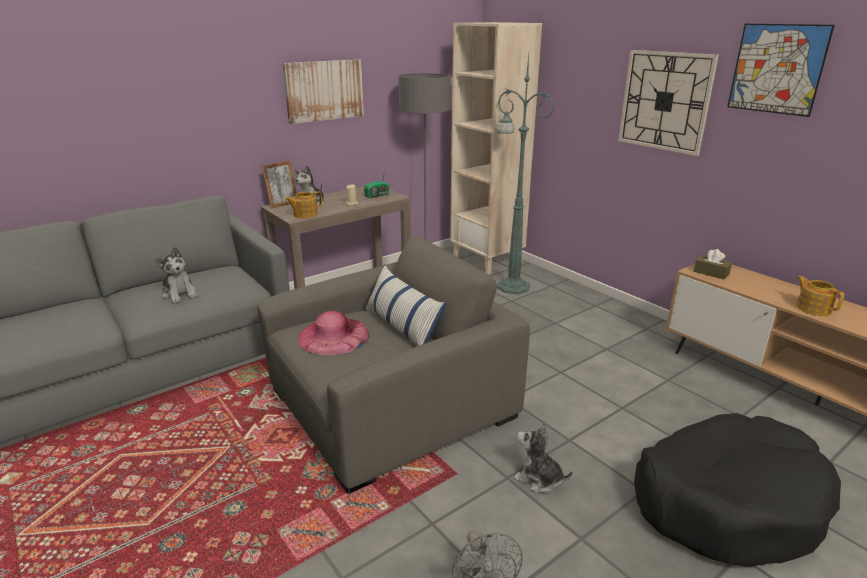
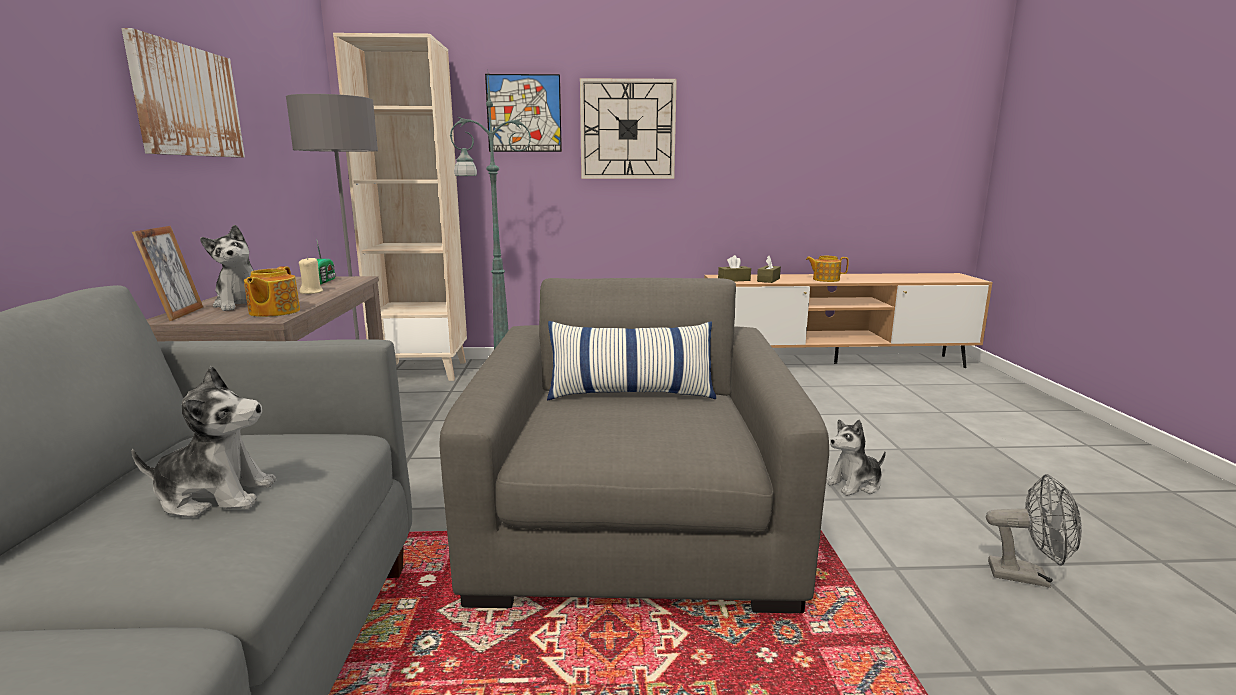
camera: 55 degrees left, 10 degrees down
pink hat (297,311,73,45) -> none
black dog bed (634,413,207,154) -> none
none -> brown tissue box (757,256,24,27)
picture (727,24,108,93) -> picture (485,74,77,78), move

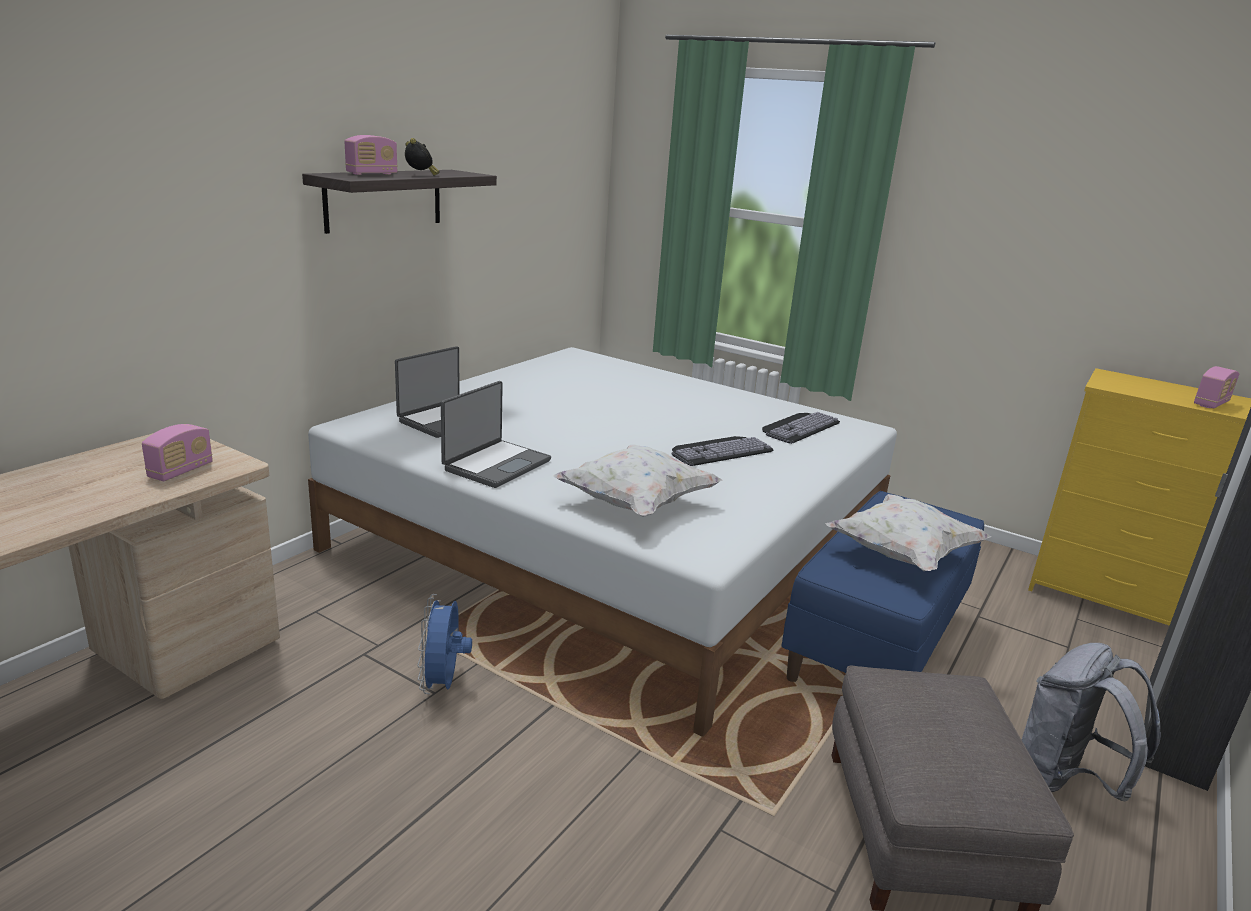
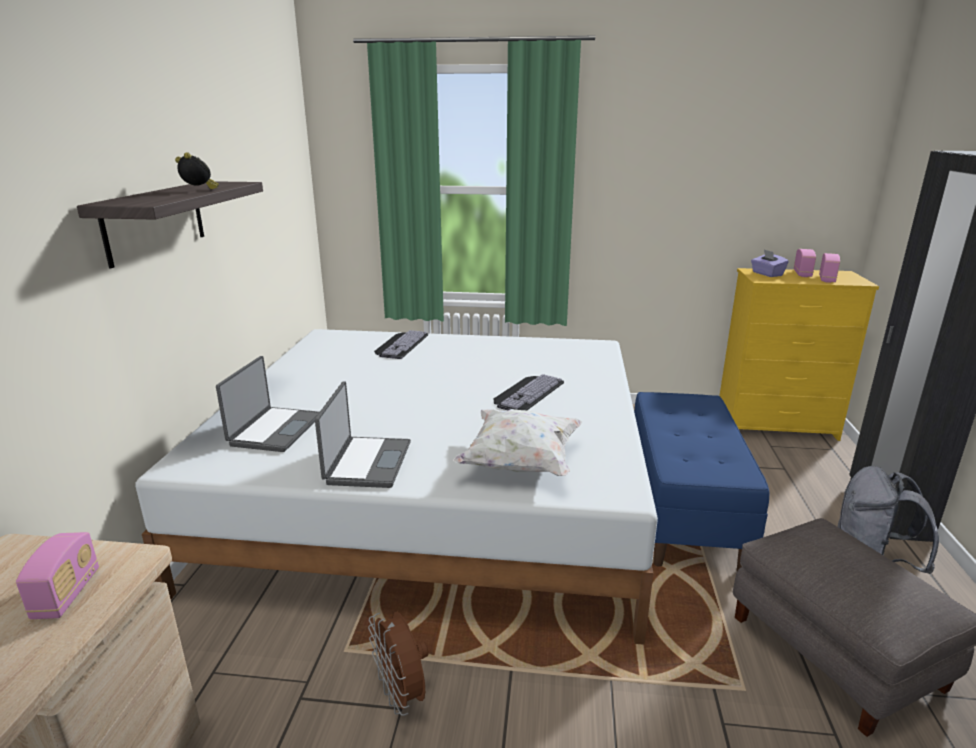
camera: 25 degrees left, 0 degrees up
white pillow (825,494,166,77) -> none
none -> purple tissue box (751,249,38,28)
radio (344,135,54,40) -> radio (794,249,22,28), move
keyboard (762,412,78,32) -> keyboard (374,330,54,29), move
blue fan (417,594,55,100) -> brown fan (368,611,61,105)

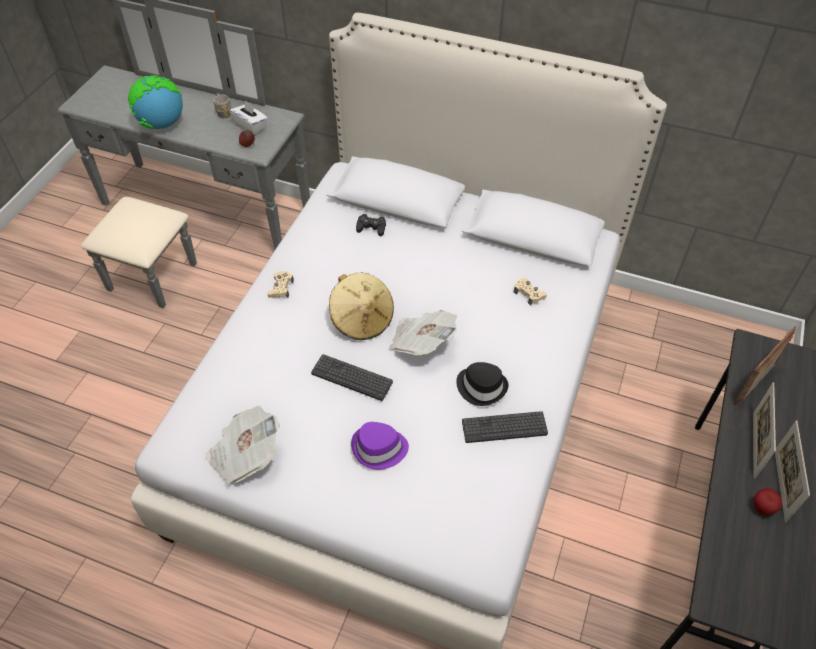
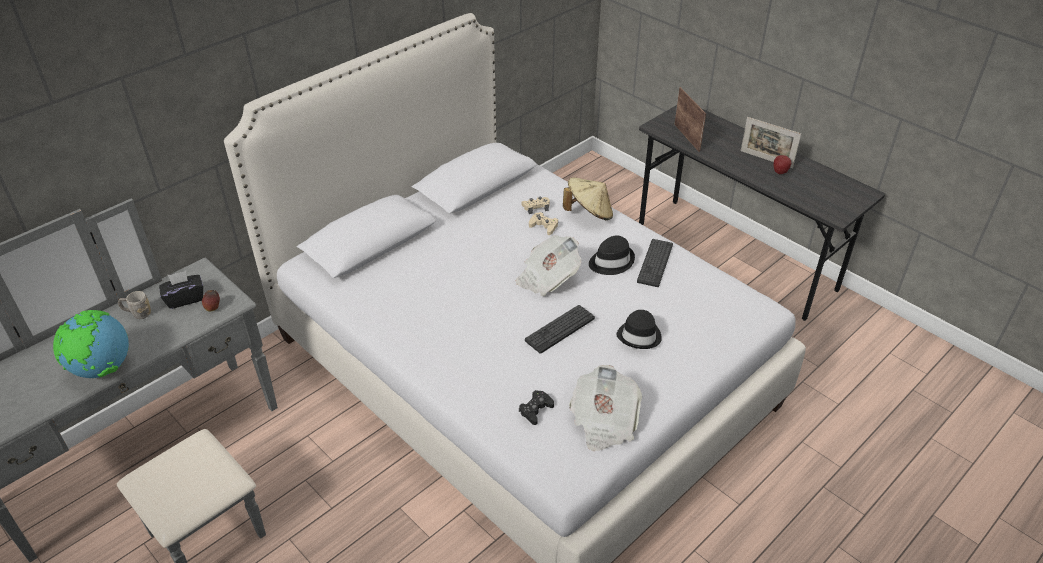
camera: 65 degrees left, 10 degrees down
picture frame (753,383,23,96) -> none
beige game controller (267,271,27,27) -> beige game controller (529,212,29,23), move
beige hat (329,273,65,67) -> beige hat (563,177,50,43), move
black game controller (356,214,30,23) -> black game controller (519,390,35,35), move
white tissue box (229,101,39,34) -> black tissue box (159,271,44,38)
purple hat (351,422,58,48) -> black hat (616,310,46,39)

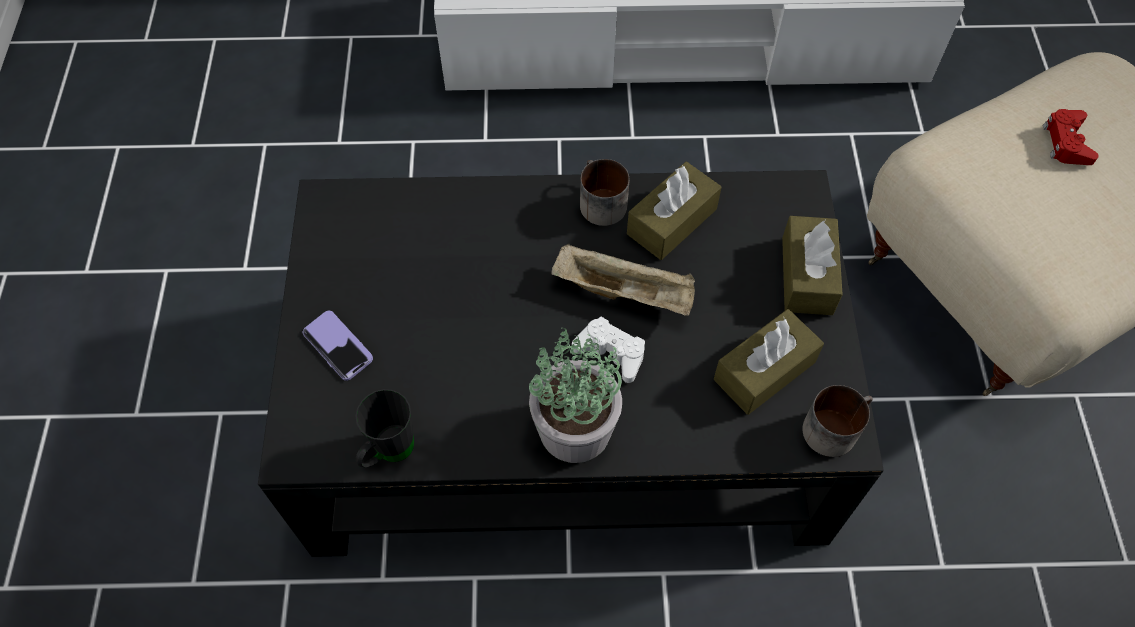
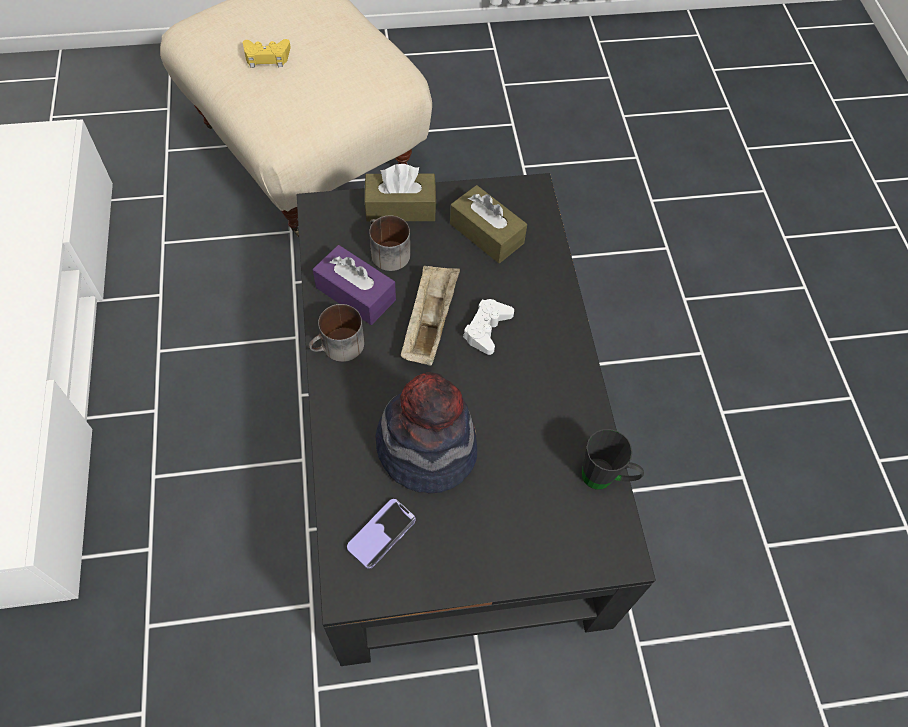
camera: 100 degrees left, 0 degrees up
potted plant (529,328,93,135) -> none
none -> hat (376,372,101,122)
phone (303,311,70,70) -> phone (347,499,69,70), move
mug (802,385,71,72) -> mug (369,216,41,55), move
brown tissue box (627,162,95,98) -> purple tissue box (313,245,83,80)
red game controller (1043,109,56,56) -> yellow game controller (243,39,48,29)

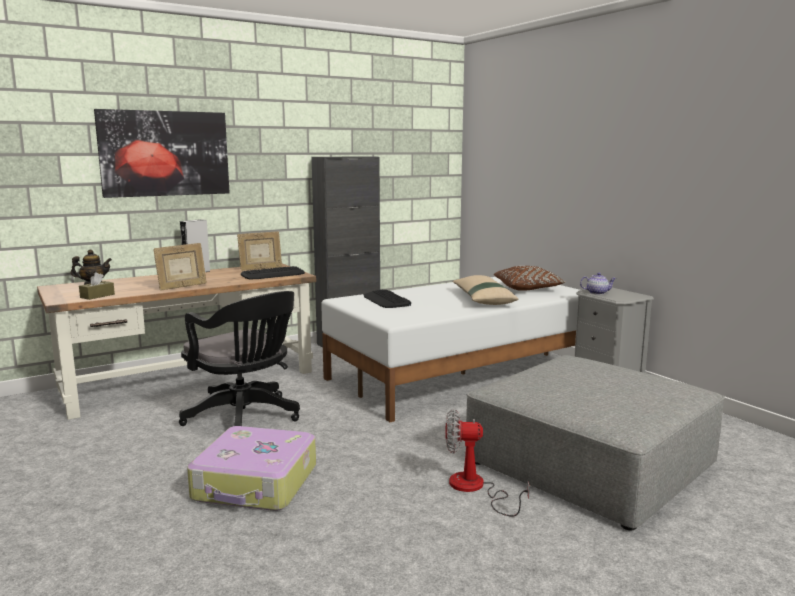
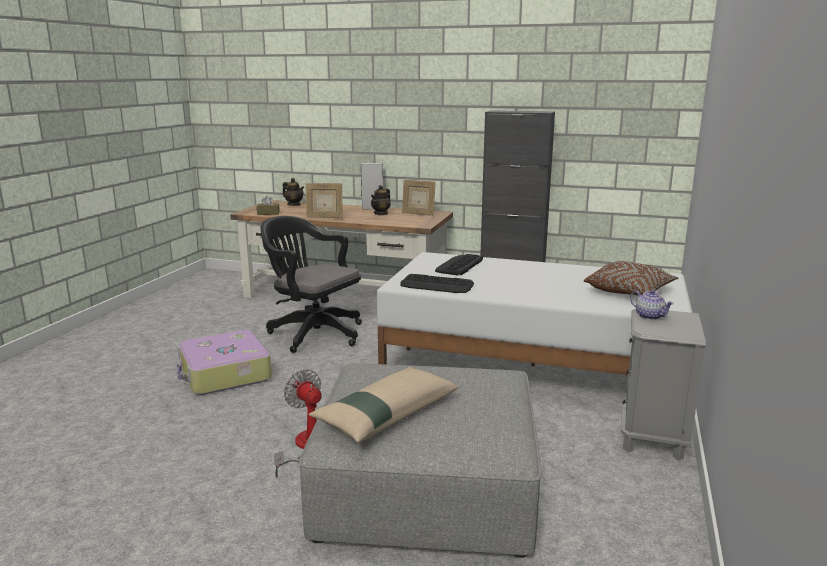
camera: 50 degrees right, 5 degrees up
picture (94,109,136,89) -> none
none -> teapot (371,185,20,30)
keyboard (241,266,64,14) -> keyboard (400,274,74,19), move
beige pillow (452,275,66,30) -> beige pillow (309,367,149,76), move
black office chair (179,291,121,135) -> black office chair (261,216,101,137), 120 degrees clockwise

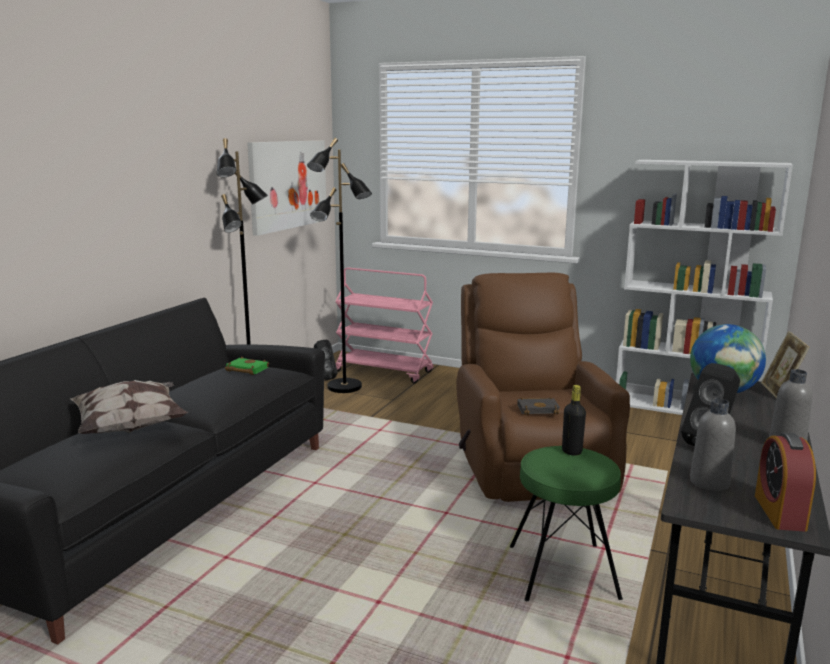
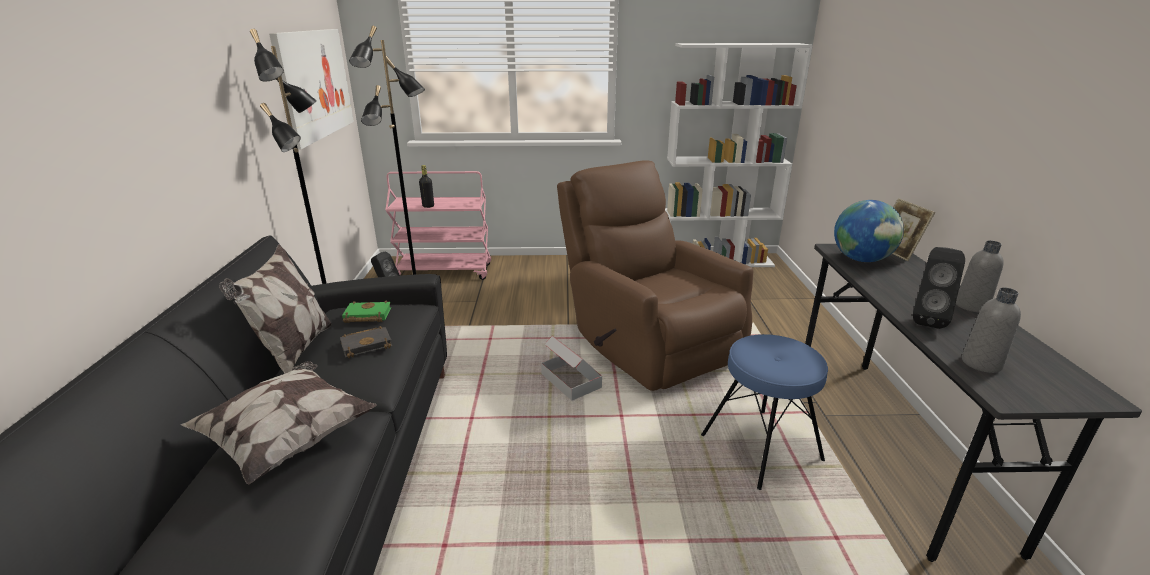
camera: 25 degrees left, 10 degrees up
alarm clock (755,433,61,99) -> none
none -> pillow (219,244,113,130)
none -> cardboard box (541,336,61,65)
black book (517,397,43,18) -> black book (340,326,52,32), move
black bottle (562,385,24,71) -> black bottle (419,165,15,43), move
green stool (510,446,113,155) -> blue stool (701,334,127,156)

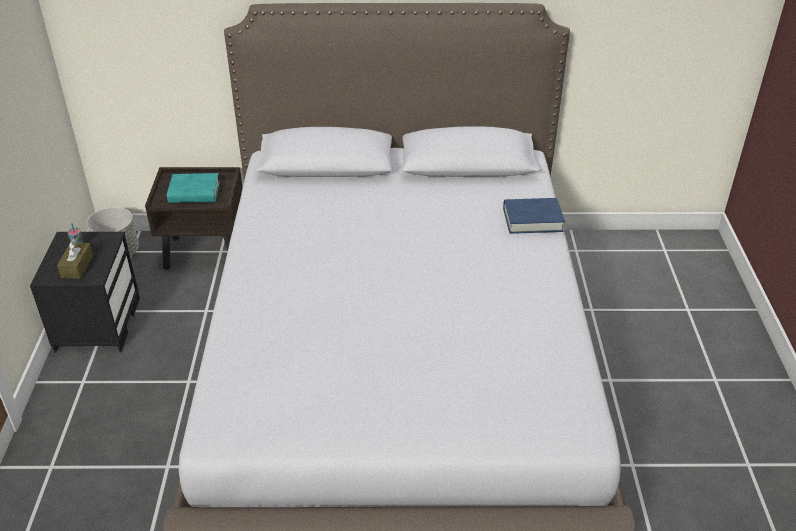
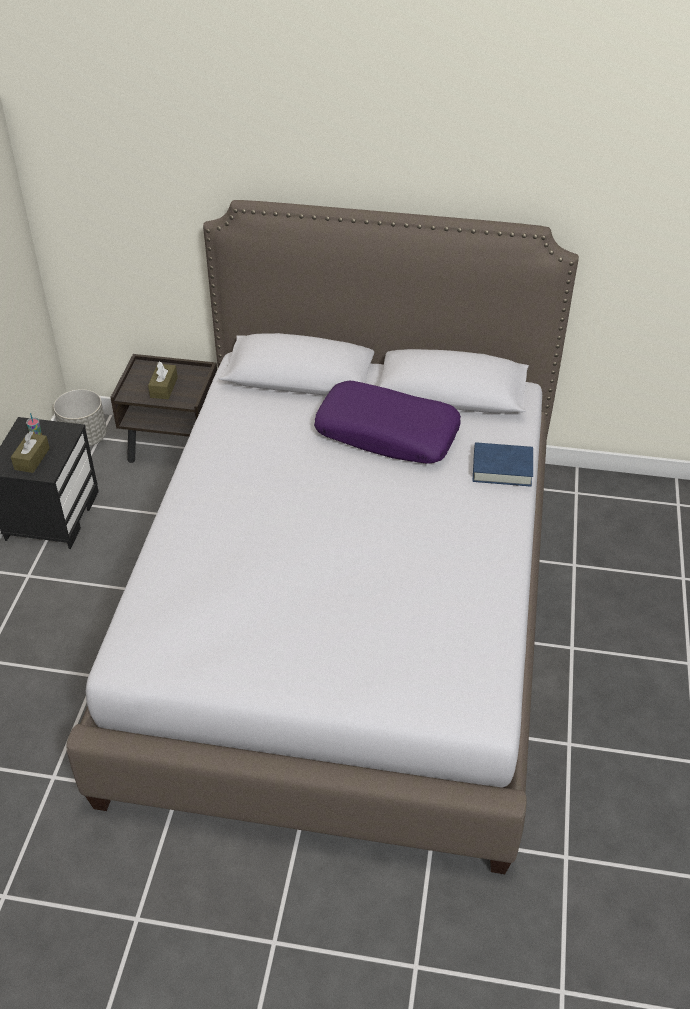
camera: 10 degrees right, 5 degrees up
none -> purple pillow (314,381,147,83)
turquoise book (167,173,53,30) -> brown tissue box (148,361,30,38)

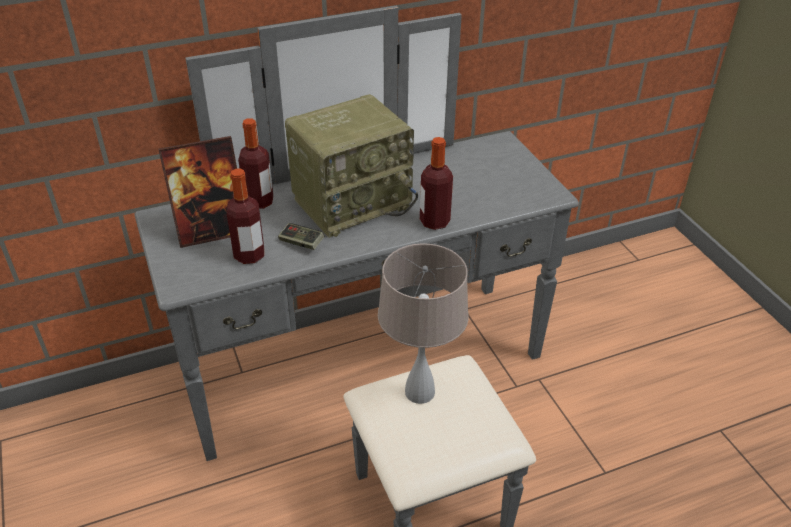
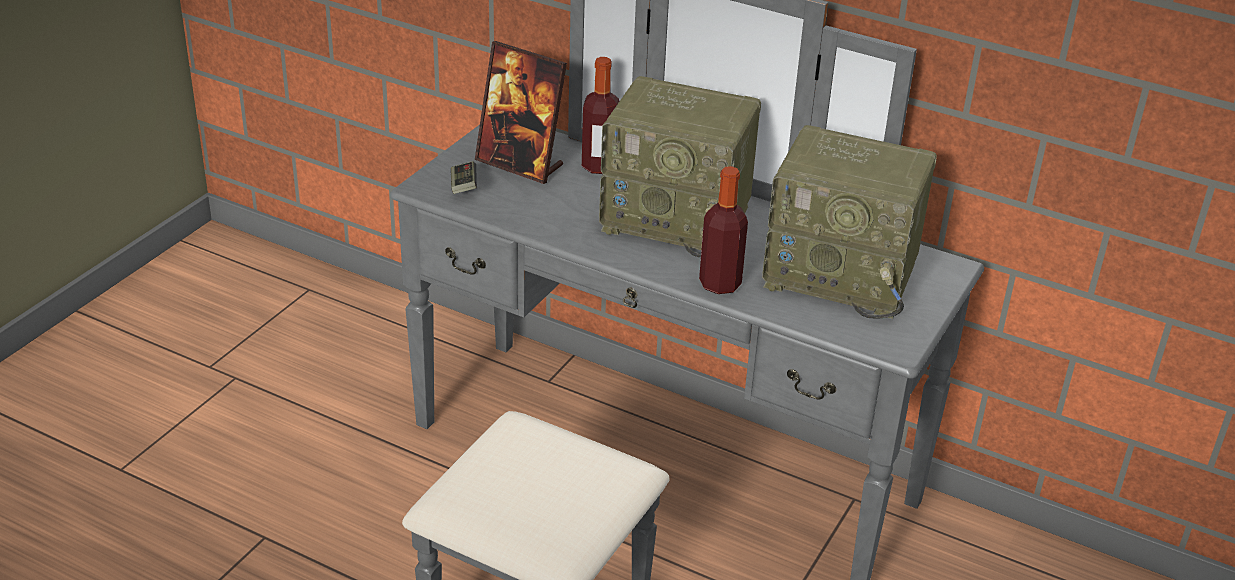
camera: 50 degrees right, 5 degrees down
bottle (227,168,37,96) -> none
beige table lamp (378,243,91,161) -> none
none -> radio (762,125,175,194)
game controller (278,223,46,27) -> game controller (451,161,26,33), move

